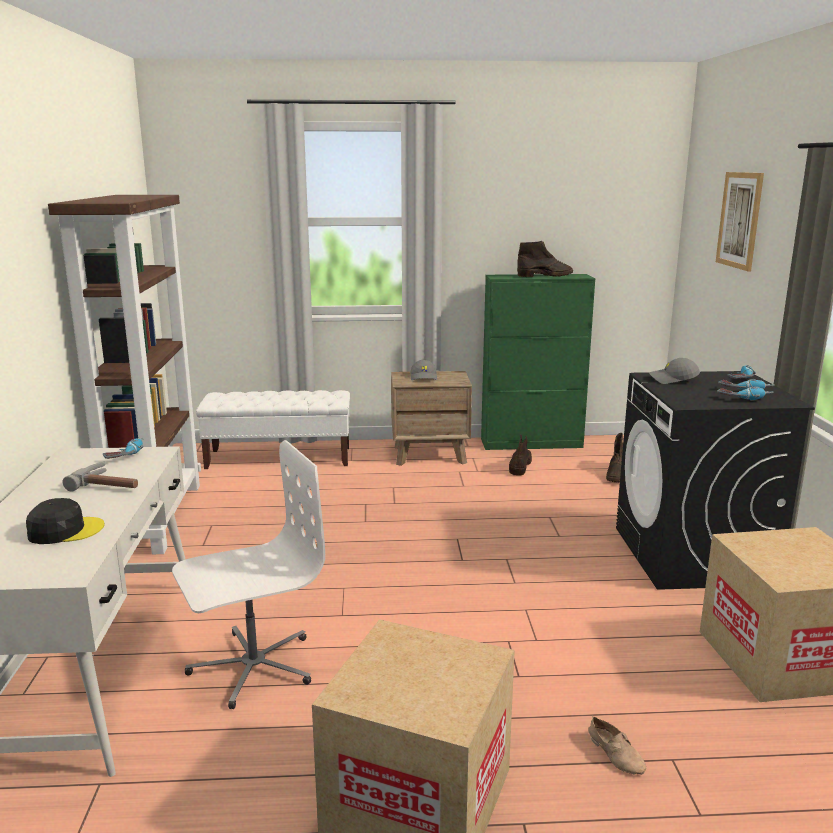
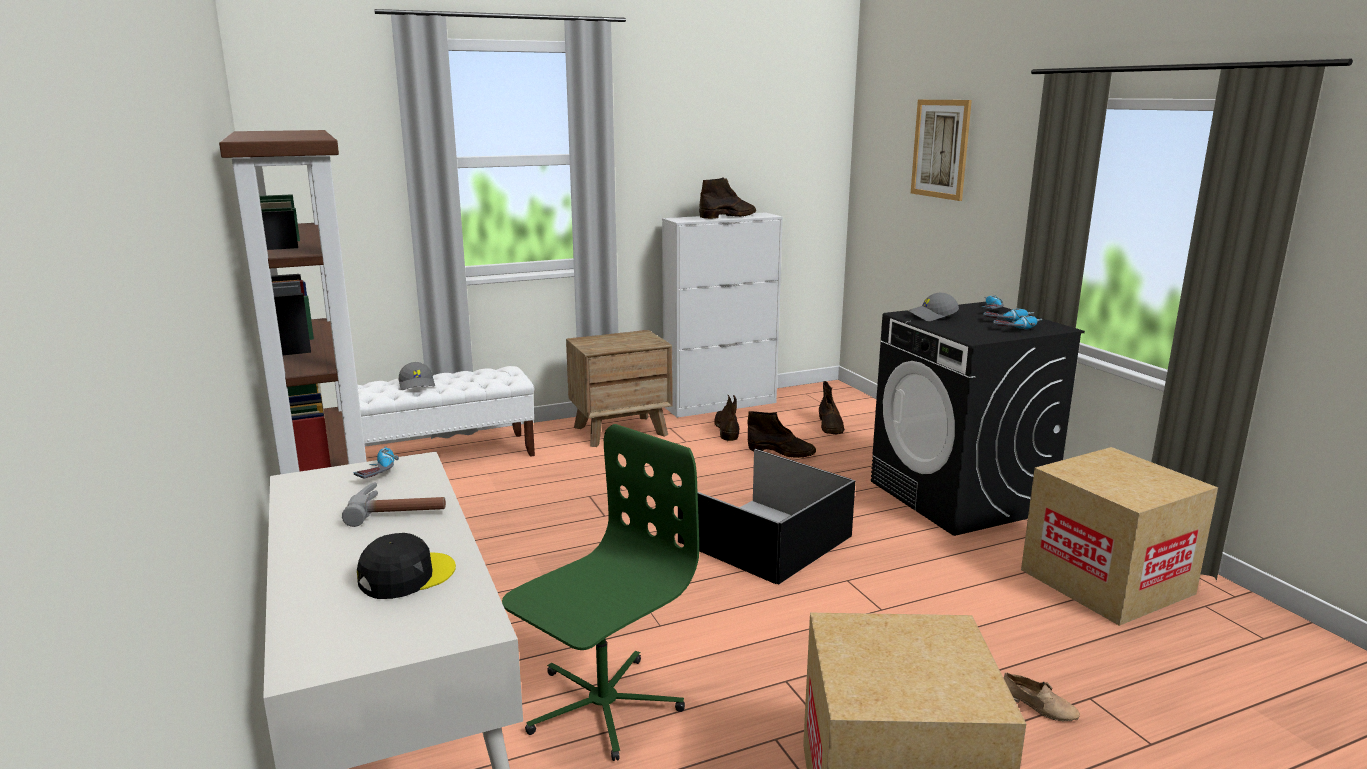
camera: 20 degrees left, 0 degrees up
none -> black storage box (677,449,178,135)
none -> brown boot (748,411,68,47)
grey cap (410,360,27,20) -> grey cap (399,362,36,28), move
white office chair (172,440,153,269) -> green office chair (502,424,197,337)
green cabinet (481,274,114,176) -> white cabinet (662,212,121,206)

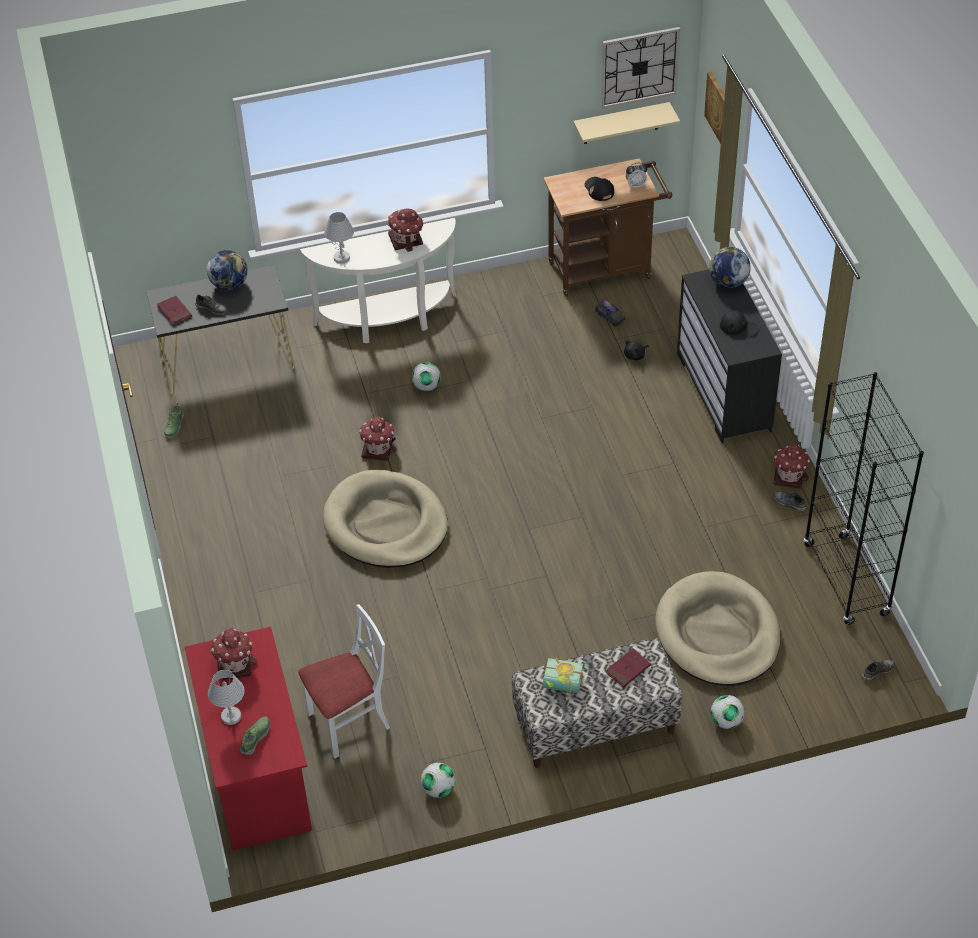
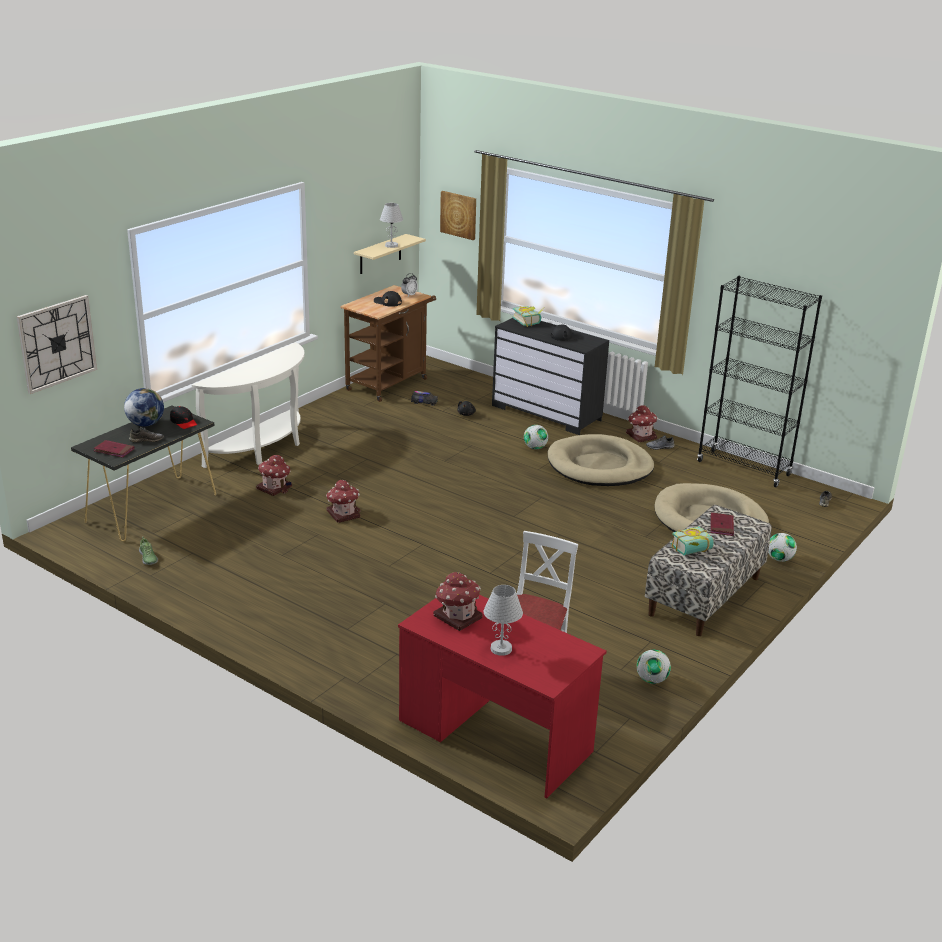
camera: 40 degrees left, 20 degrees down
shoe (240,717,30,38) -> none
none -> black cap (170,406,27,23)
beige dog bed (323,470,125,98) -> beige dog bed (548,434,106,52), move
white table lamp (324,212,30,52) -> white table lamp (380,203,23,45), move
toy house (388,208,35,44) -> toy house (256,455,36,41), move
football (412,362,29,29) -> football (524,425,24,24), move
wall clock (601,27,79,82) -> wall clock (16,295,81,99), move
globe (709,247,42,41) -> book (512,306,33,21)

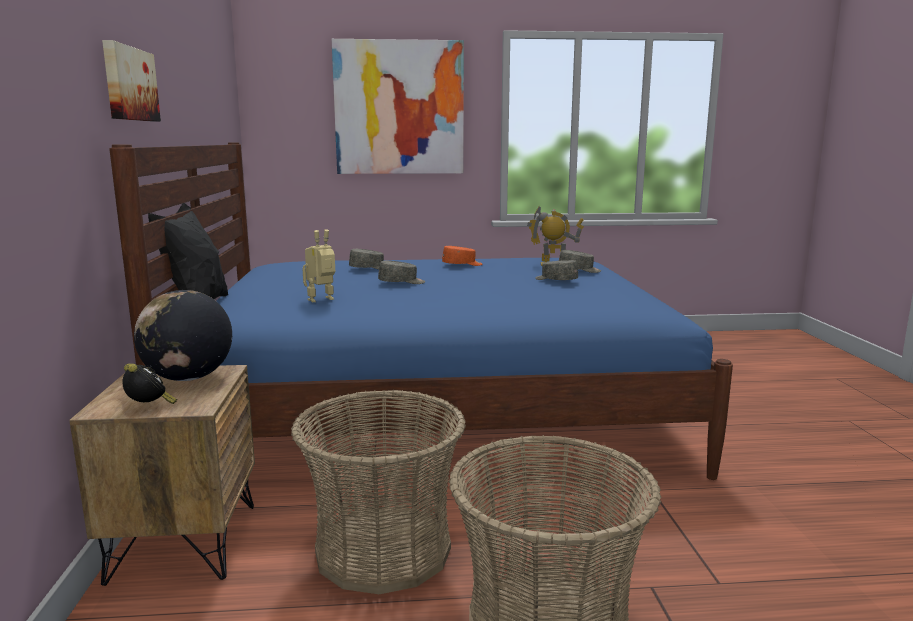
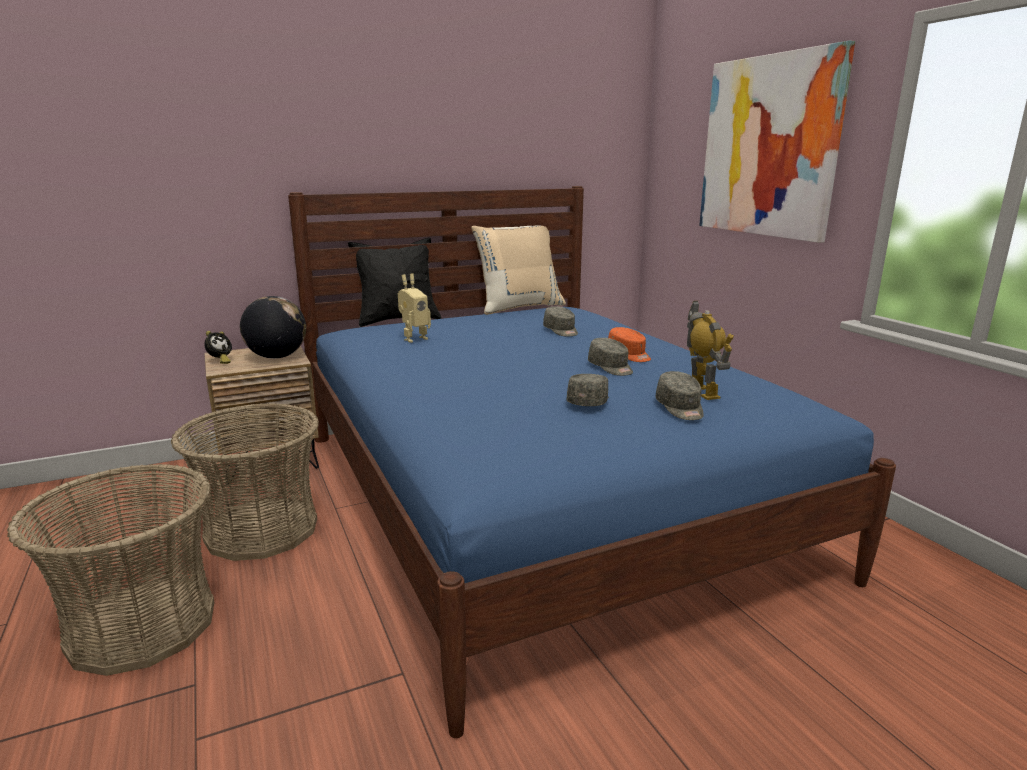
camera: 70 degrees right, 5 degrees up
picture (102,40,59,81) -> none
none -> beige pillow (471,226,95,89)
grey cap (378,261,47,23) -> grey cap (588,338,45,38), move
toy robot (302,229,33,73) -> toy robot (398,273,33,70), 105 degrees clockwise

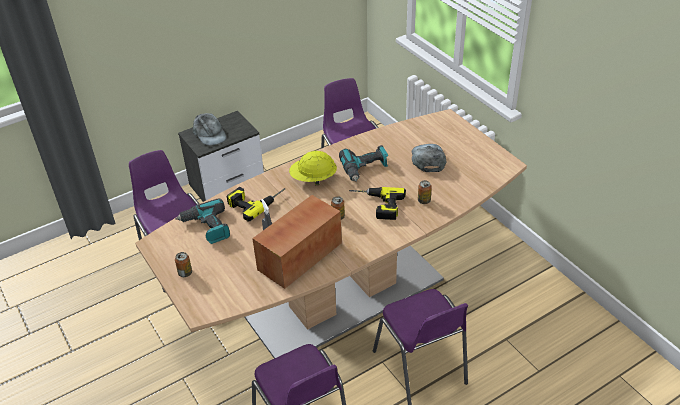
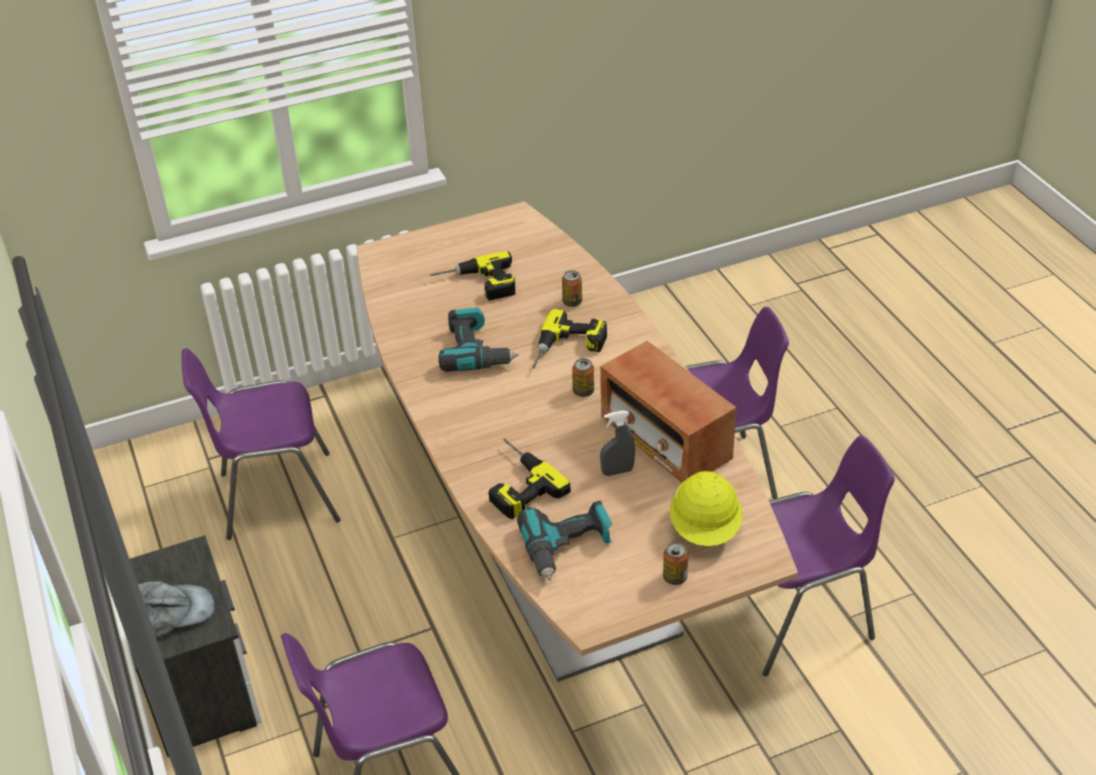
camera: 80 degrees left, 0 degrees up
yellow hard hat (289,151,48,34) -> yellow hard hat (670,471,73,75), move
grey cap (412,144,34,28) -> power drill (430,251,86,50)

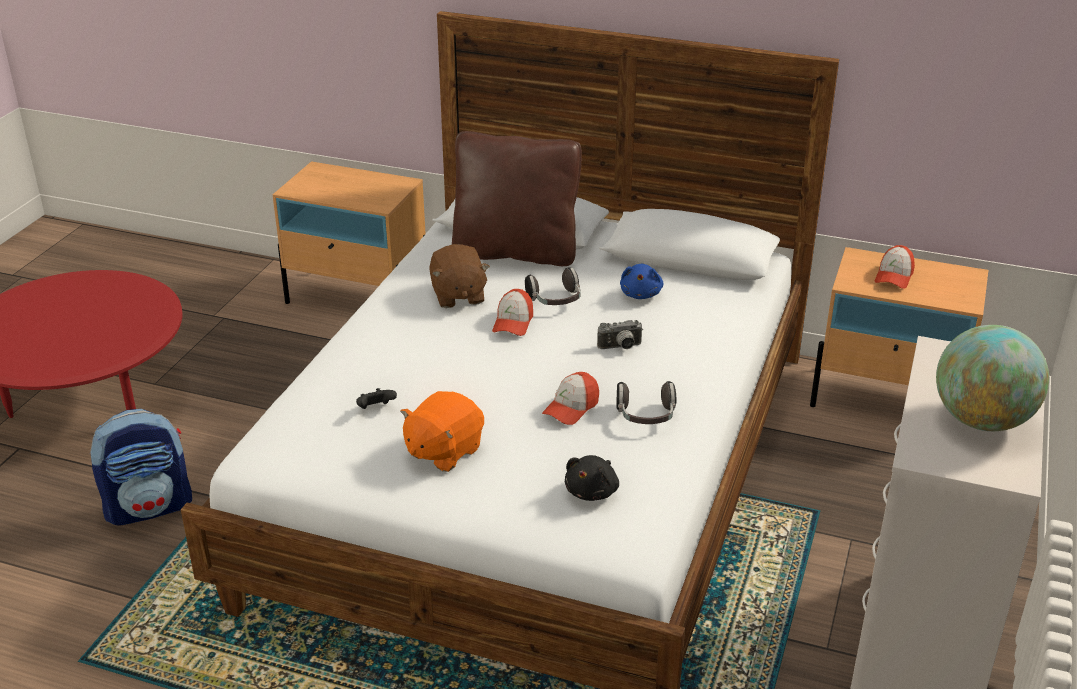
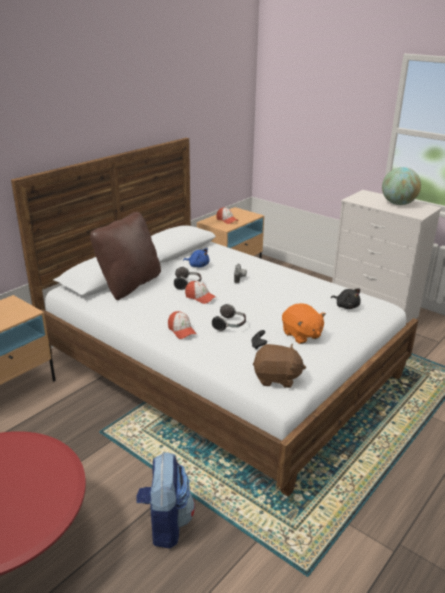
camera: 70 degrees left, 5 degrees down
brown plush toy (429,244,61,64) -> brown plush toy (253,344,53,44), move
cap (542,372,57,53) -> cap (168,311,29,28), move
headphones (616,381,60,43) -> headphones (212,304,34,28), move

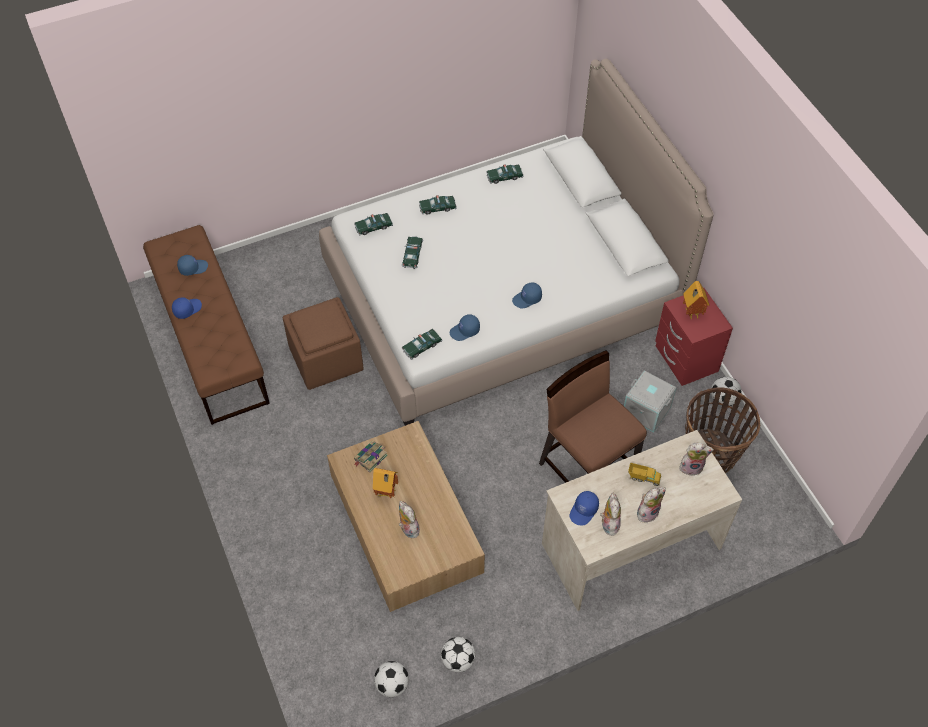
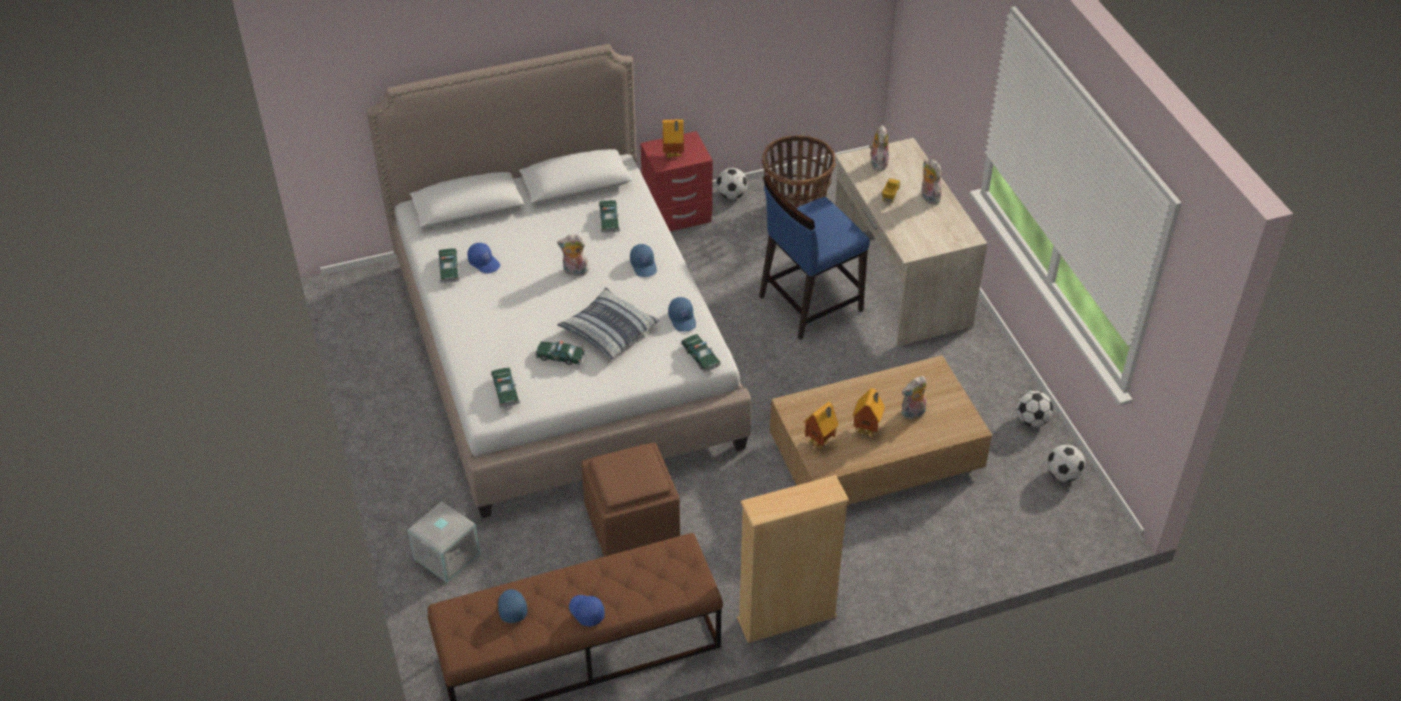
camera: 85 degrees left, 10 degrees down
none -> pillow (557,287,103,73)
none -> beige bookcase (737,475,112,168)
toy car (419,195,38,20) -> toy car (599,200,21,33), move
blue cap (570,491,29,35) -> blue cap (468,243,32,31), move
plush toy (600,493,21,43) -> plush toy (557,235,33,42), move
grey storage box (624,370,53,63) -> grey storage box (408,501,72,82), move
book (354,441,34,31) -> toy house (803,402,36,48)
brown chair (539,351,108,132) -> blue chair (759,175,111,165)

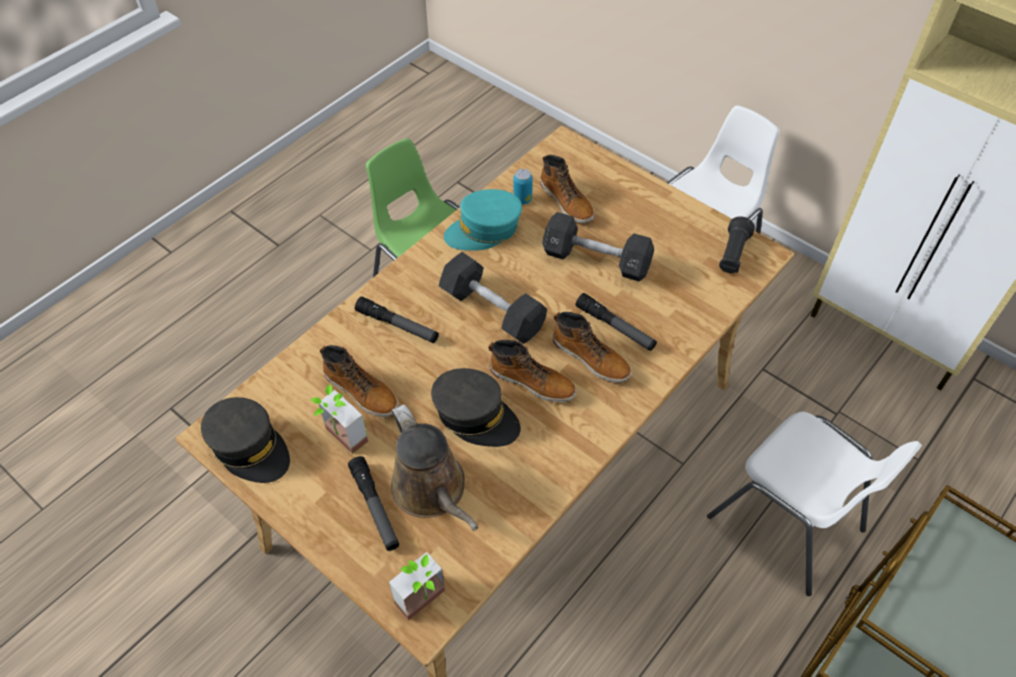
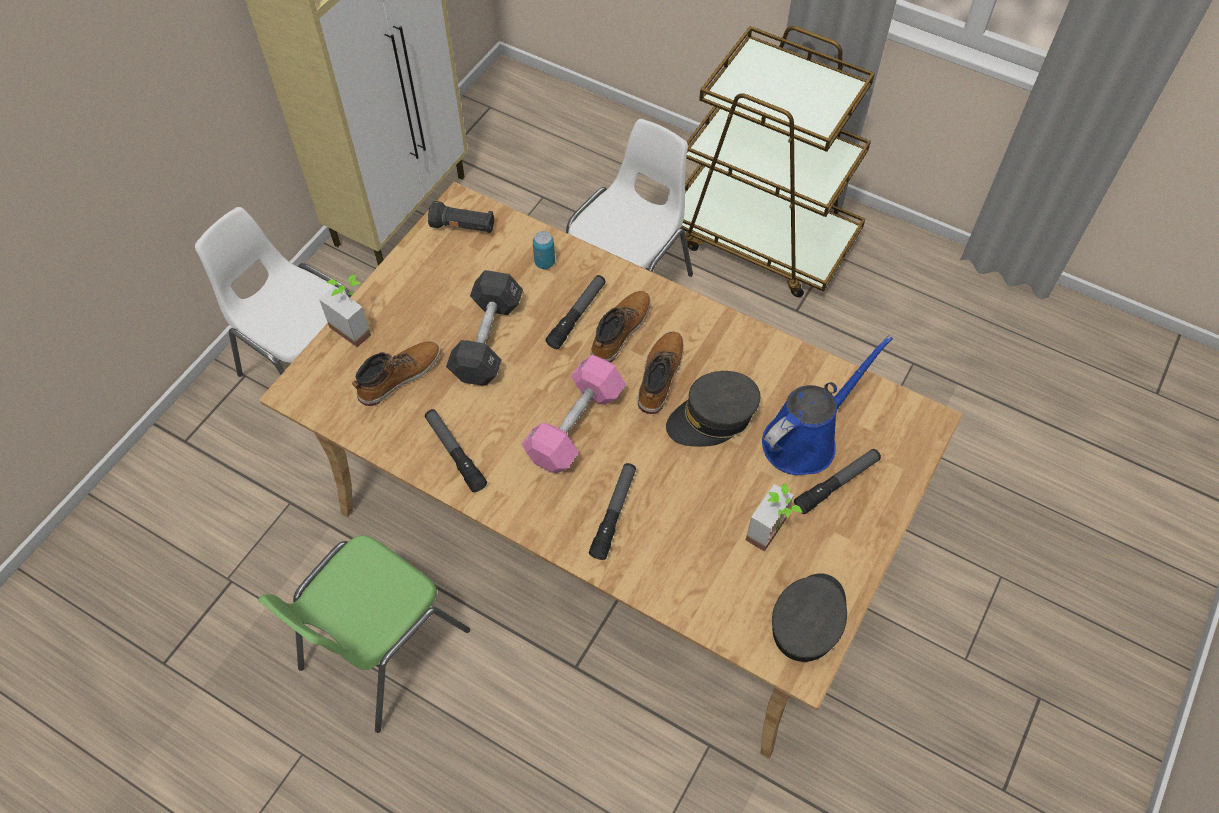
camera: 100 degrees left, 5 degrees up
boot (320,345,79,72) -> none
potted plant (389,552,56,68) -> potted plant (319,275,52,72), move
can (513,169,20,36) -> can (533,231,22,38), move
turquoise cap (444,189,78,62) -> flashlight (425,409,62,83)
brown watering can (391,404,87,127) -> blue watering can (762,336,131,139)
black dumbbell (439,252,108,92) -> pink dumbbell (522,355,104,118)
grey cap (431,368,90,79) -> grey cap (666,371,94,76), 135 degrees counterclockwise

